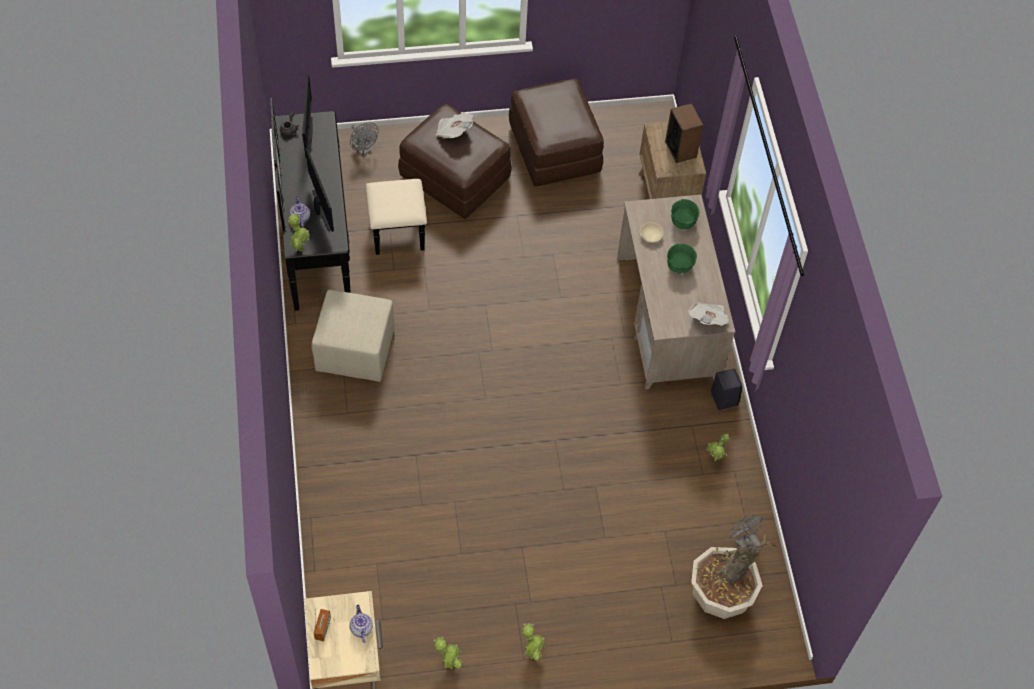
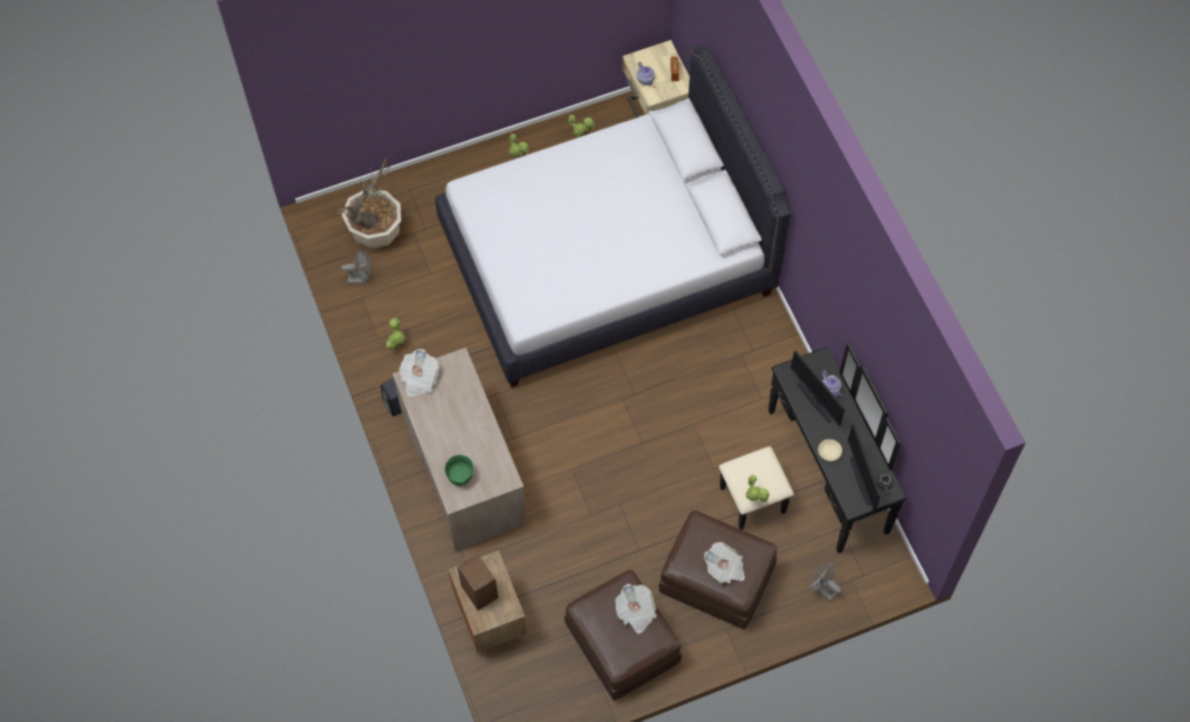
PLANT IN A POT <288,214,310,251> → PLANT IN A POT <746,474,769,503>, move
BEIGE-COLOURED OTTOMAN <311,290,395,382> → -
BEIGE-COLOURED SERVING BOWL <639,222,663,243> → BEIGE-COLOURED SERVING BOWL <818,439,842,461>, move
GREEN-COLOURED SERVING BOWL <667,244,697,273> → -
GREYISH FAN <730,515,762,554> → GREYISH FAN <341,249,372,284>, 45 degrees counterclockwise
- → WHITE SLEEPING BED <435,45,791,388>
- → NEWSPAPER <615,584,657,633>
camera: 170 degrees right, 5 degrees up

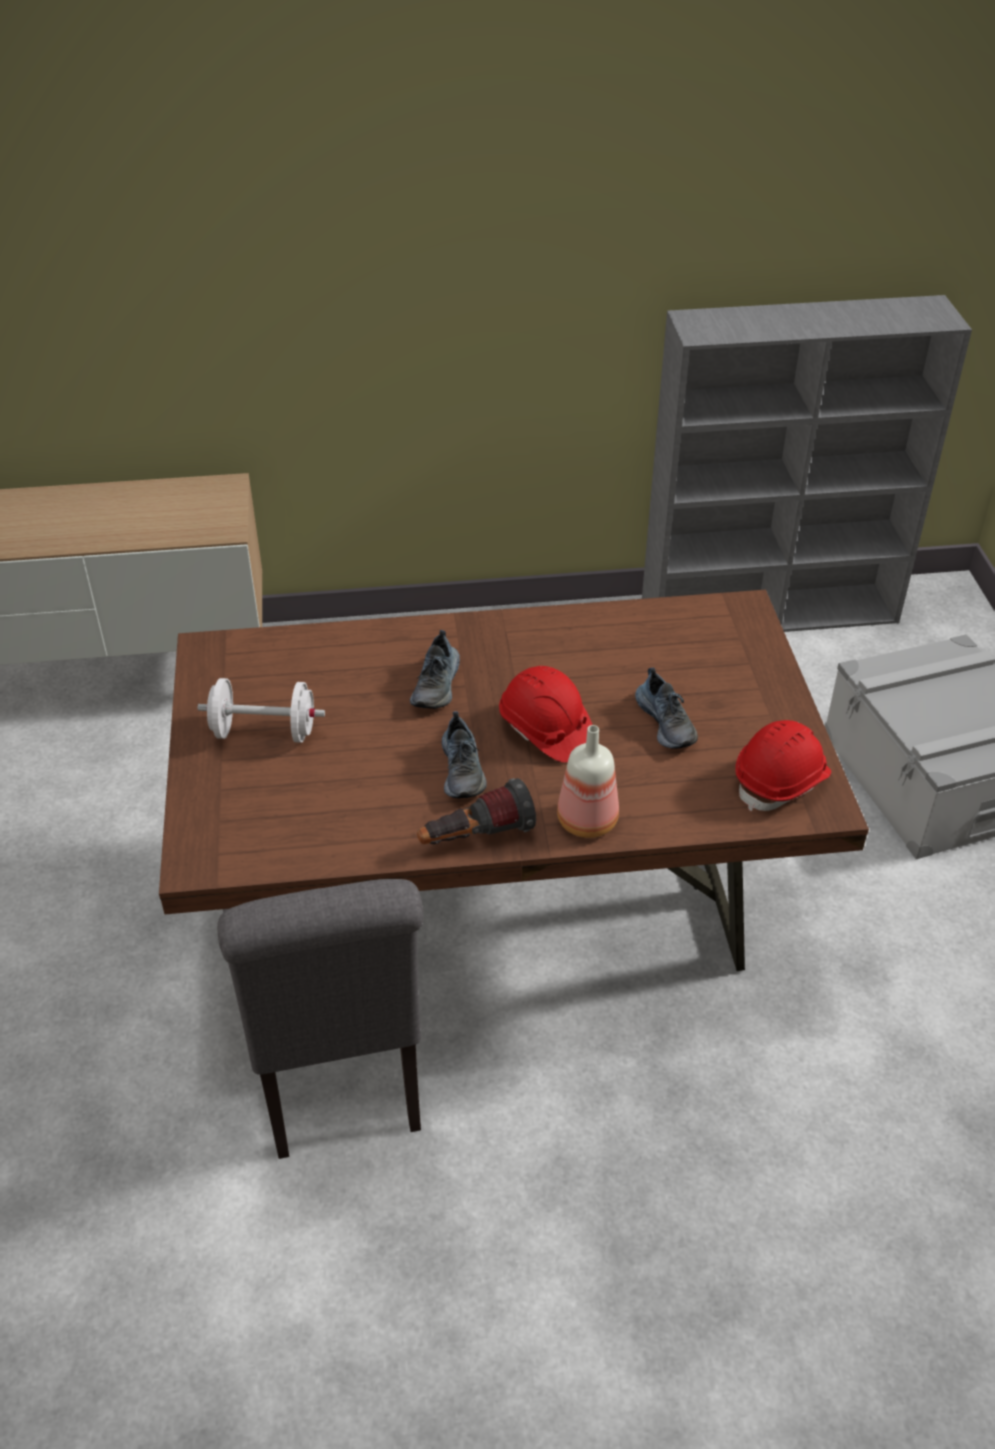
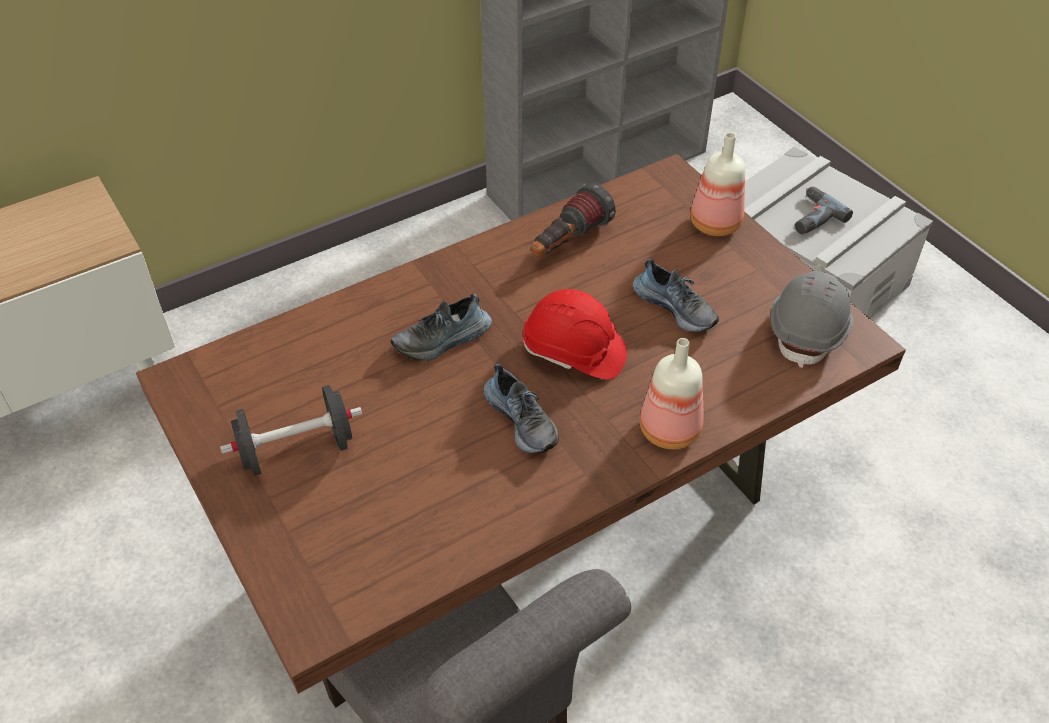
WHITE HAND WEIGHT <197,678,325,743> → BLACK-COLOURED HAND WEIGHT <220,385,362,476>
SHOE <410,630,460,709> → SHOE <391,293,492,361>, 75 degrees clockwise
HAND TORCH <417,778,536,844> → HAND TORCH <531,182,616,256>, move
REDDISH WORK HELMET <735,720,831,811> → GREYISH WORK HELMET <771,271,853,368>
- → BOTTLE <690,133,745,236>
- → ELECTRIC DRILL <795,186,853,235>
camera: 25 degrees left, 5 degrees up

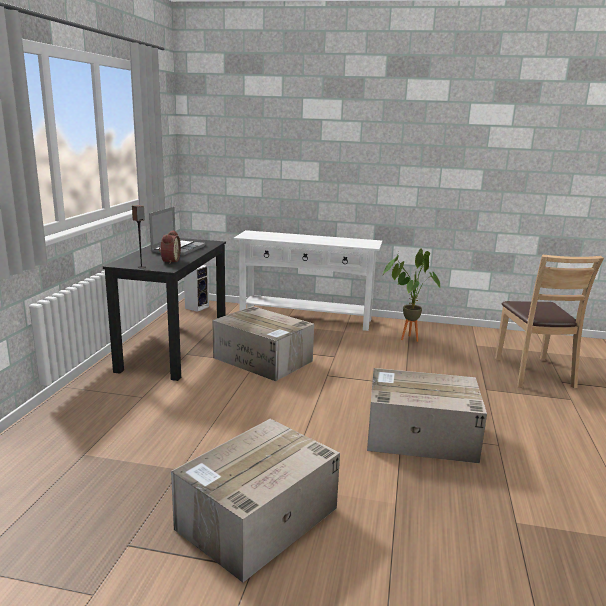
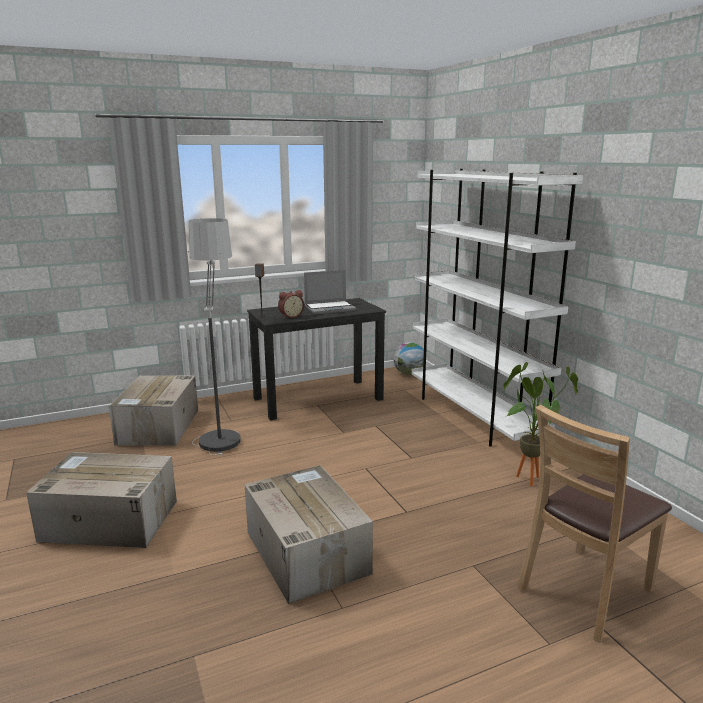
AUDIO SPEAKER <184,265,209,312> → DESK GLOBE <393,342,424,375>
PACKING BOX <212,306,314,381> → PACKING BOX <109,375,198,446>, move
WHITE CONSOLE TABLE <233,230,382,331> → WHITE SHELVING UNIT <411,169,583,447>
- → STANDING LAMP <188,218,241,455>
camera: 55 degrees right, 0 degrees up

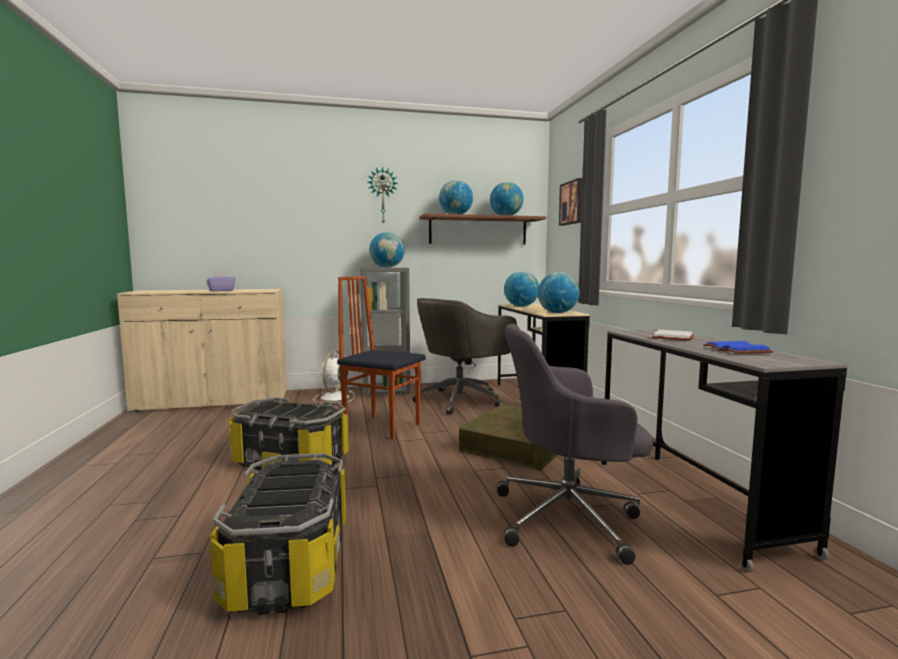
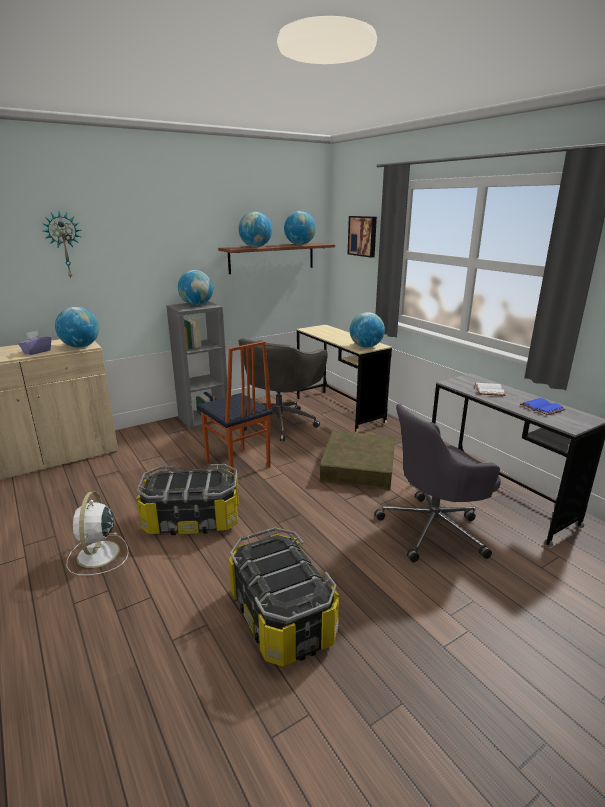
WHITE FAN <313,350,354,403> → WHITE FAN <67,491,129,576>, move
CHAIR <337,276,426,439> → CHAIR <196,341,273,473>, 135 degrees counterclockwise
HANGING CLOCK <367,166,398,225> → HANGING CLOCK <42,211,81,278>, move
DESK GLOBE <504,271,539,307> → DESK GLOBE <55,307,99,348>, move
camera: 20 degrees left, 15 degrees up

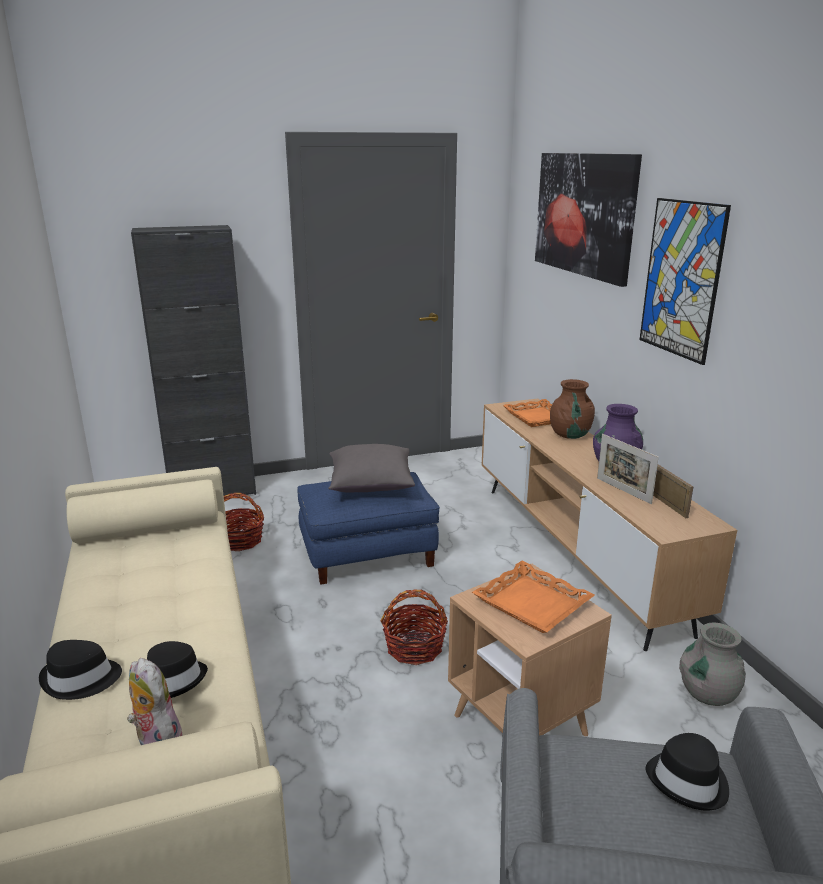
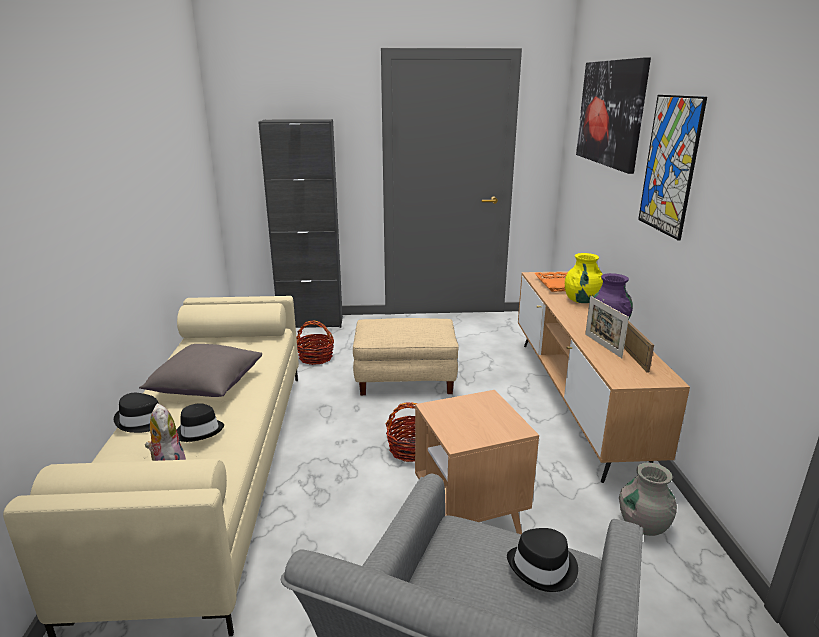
BLUISH OTTOMAN <297,472,440,585> → BEIGE-COLOURED OTTOMAN <353,318,459,395>
GREYISH PILLOW <328,444,415,493> → GREYISH PILLOW <139,344,262,397>, move
ORANGEY CARRYING TRAY <472,561,595,633> → -
BROWN-COLOURED FLOWER VASE <550,379,595,439> → YELLOWISH FLOWER VASE <565,253,603,303>
camera: 15 degrees right, 0 degrees up

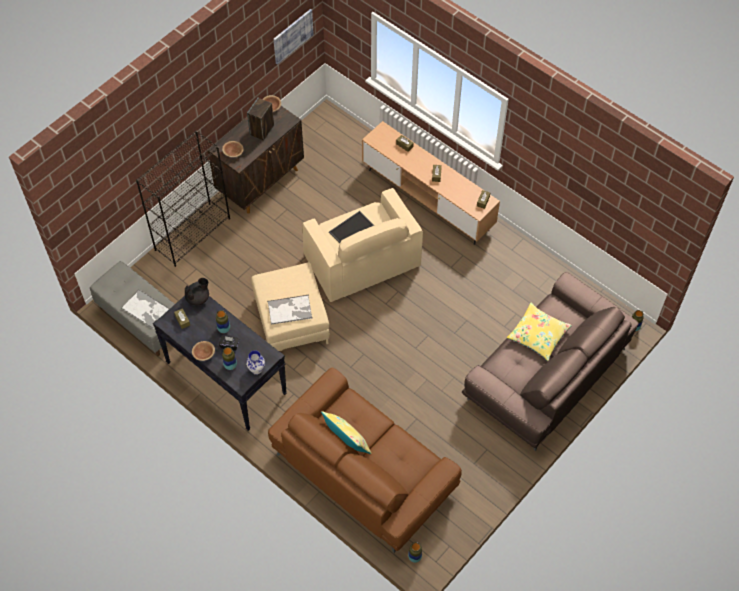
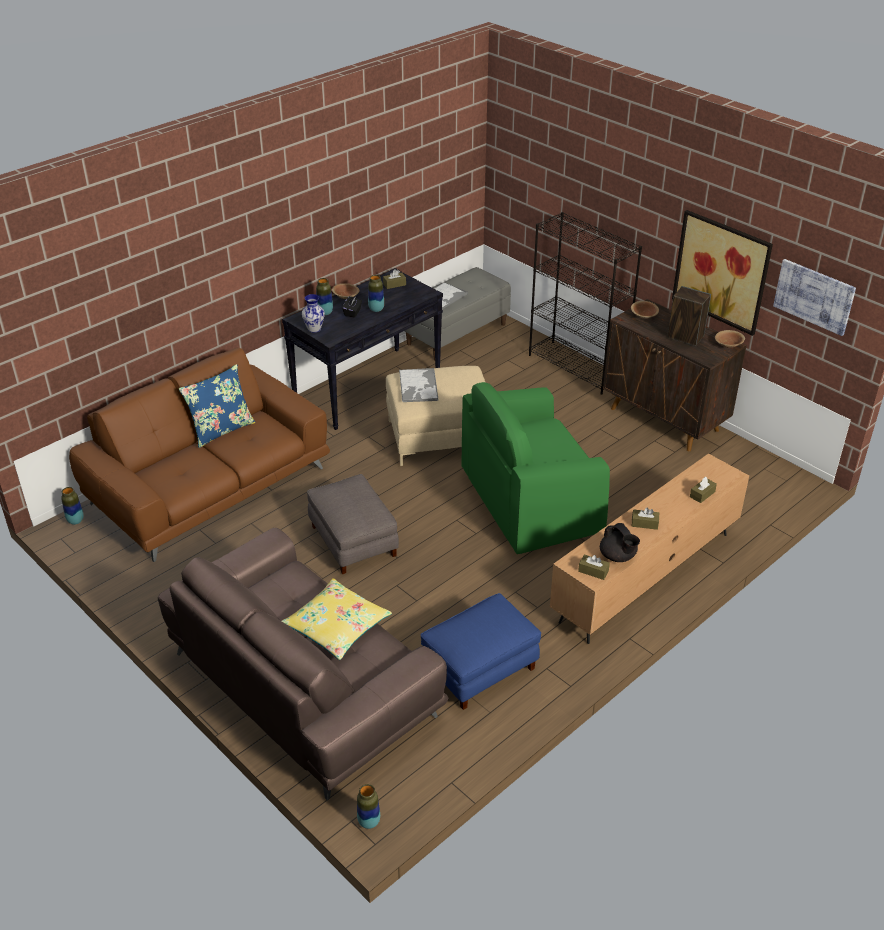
BLACK-COLOURED TEAPOT <185,278,209,305> → BLACK-COLOURED TEAPOT <600,523,640,562>, move
BEIGE-COLOURED LOUNGE CHAIR <302,188,423,302> → GREEN-COLOURED LOUNGE CHAIR <462,382,610,554>
YELLOWISH PILLOW <321,411,372,454> → BLUISH PILLOW <179,364,255,448>
CARRYING TRAY <329,211,374,243> → -
- → GREYISH OTTOMAN <307,474,399,574>
- → BLUISH OTTOMAN <420,593,541,710>
- → WALL PICTURE <672,210,773,336>
camera: 95 degrees right, 20 degrees down

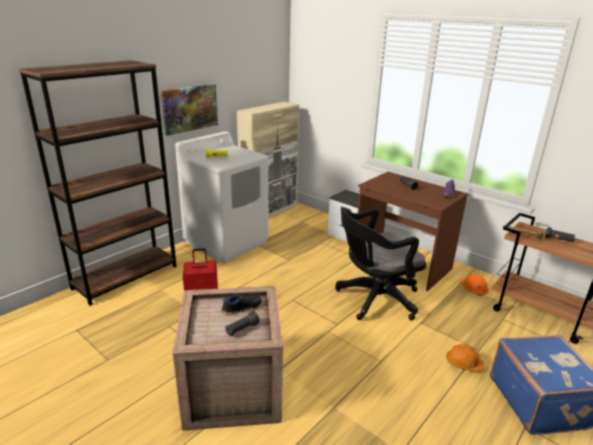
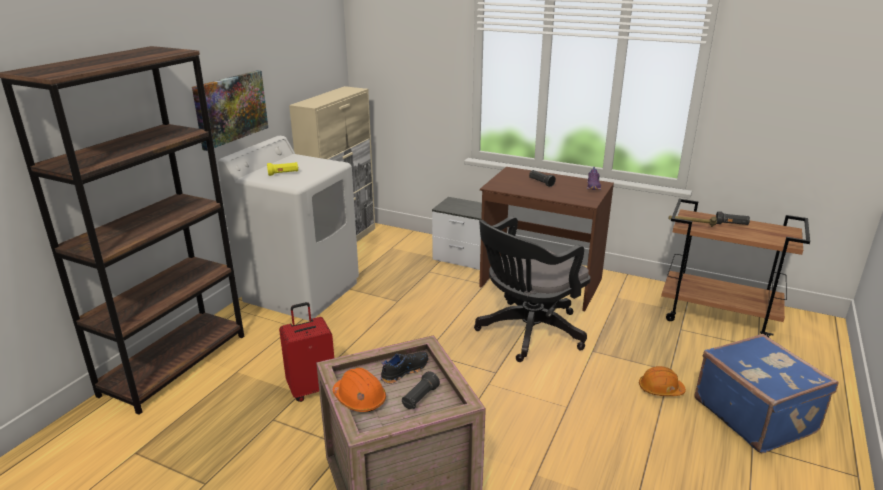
ORANGEY WORK HELMET <460,274,489,296> → ORANGEY WORK HELMET <333,368,386,412>, move
camera: 15 degrees left, 0 degrees up

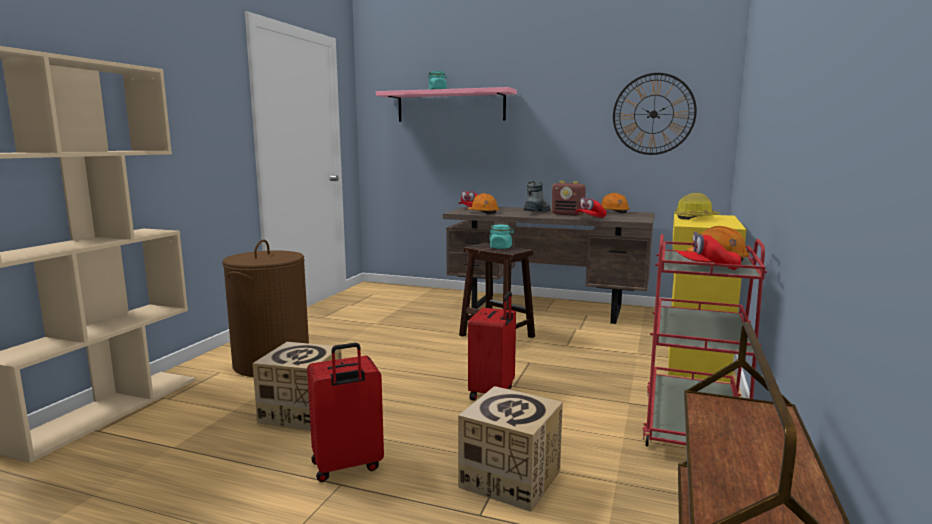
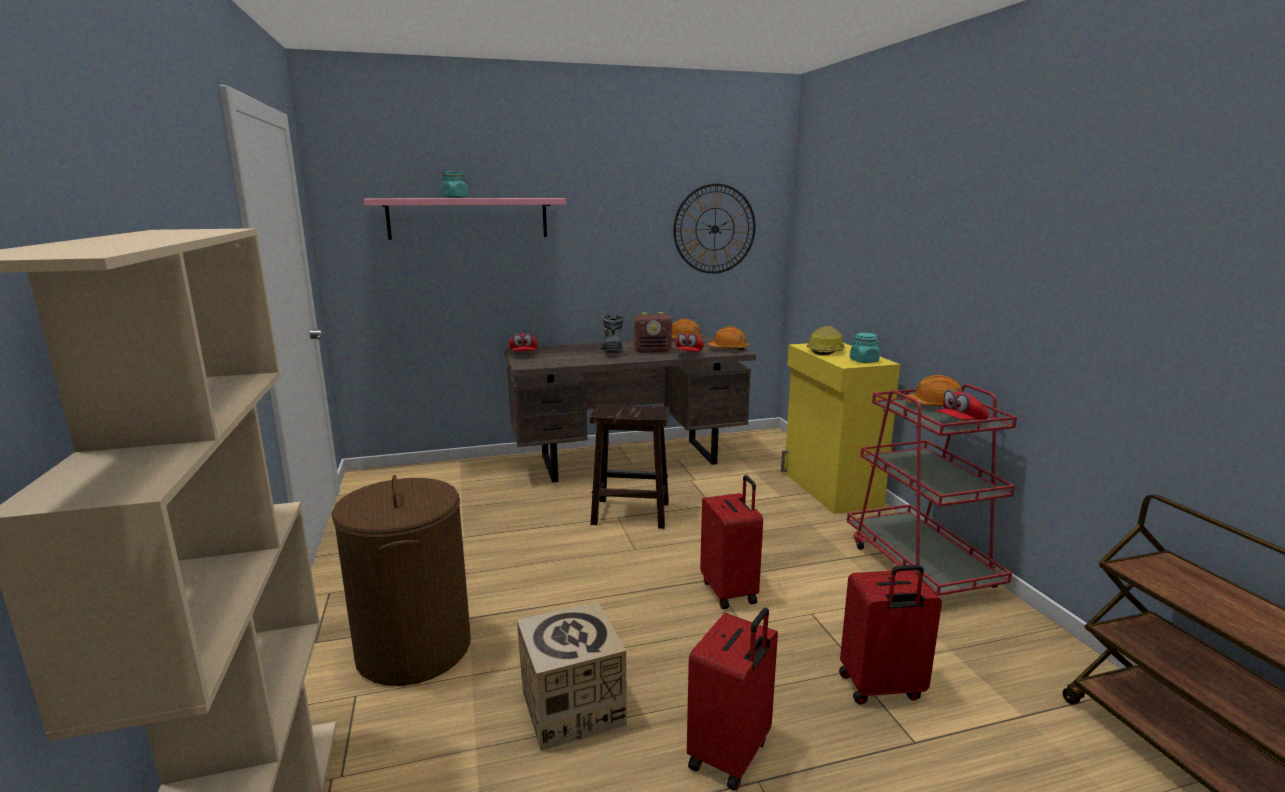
PACKING BOX <458,386,563,512> → REDDISH PIECE OF LUGGAGE <839,565,942,705>
ORANGEY WORK HELMET <468,193,499,214> → ORANGEY WORK HELMET <707,326,748,351>, move
TURQUOISE JAR <489,225,514,249> → TURQUOISE JAR <850,333,881,363>, move
camera: 35 degrees left, 5 degrees up

